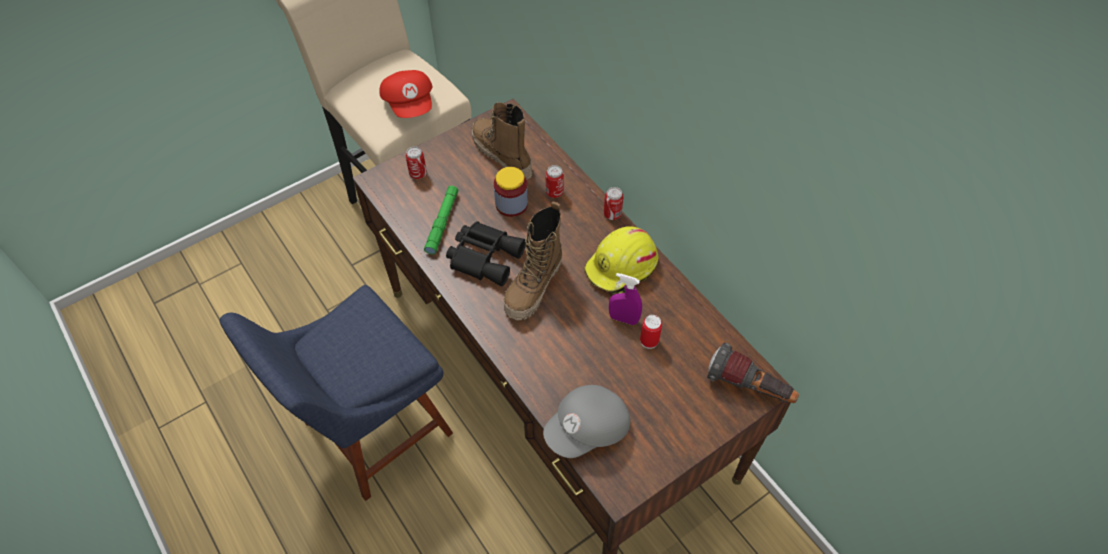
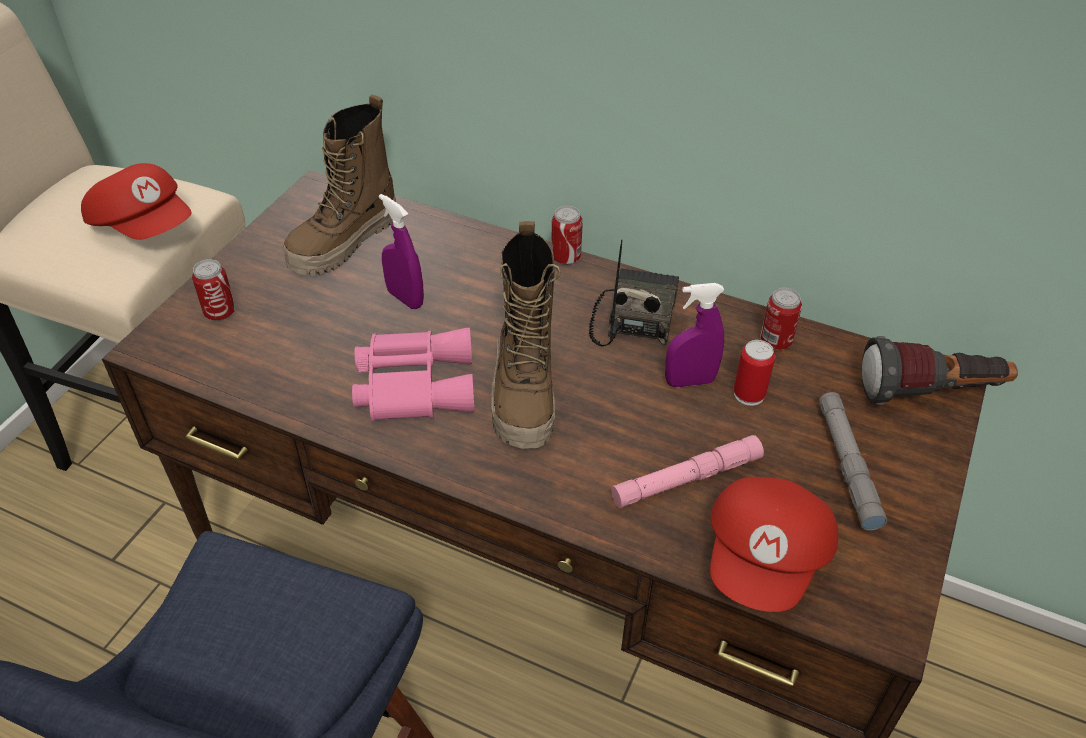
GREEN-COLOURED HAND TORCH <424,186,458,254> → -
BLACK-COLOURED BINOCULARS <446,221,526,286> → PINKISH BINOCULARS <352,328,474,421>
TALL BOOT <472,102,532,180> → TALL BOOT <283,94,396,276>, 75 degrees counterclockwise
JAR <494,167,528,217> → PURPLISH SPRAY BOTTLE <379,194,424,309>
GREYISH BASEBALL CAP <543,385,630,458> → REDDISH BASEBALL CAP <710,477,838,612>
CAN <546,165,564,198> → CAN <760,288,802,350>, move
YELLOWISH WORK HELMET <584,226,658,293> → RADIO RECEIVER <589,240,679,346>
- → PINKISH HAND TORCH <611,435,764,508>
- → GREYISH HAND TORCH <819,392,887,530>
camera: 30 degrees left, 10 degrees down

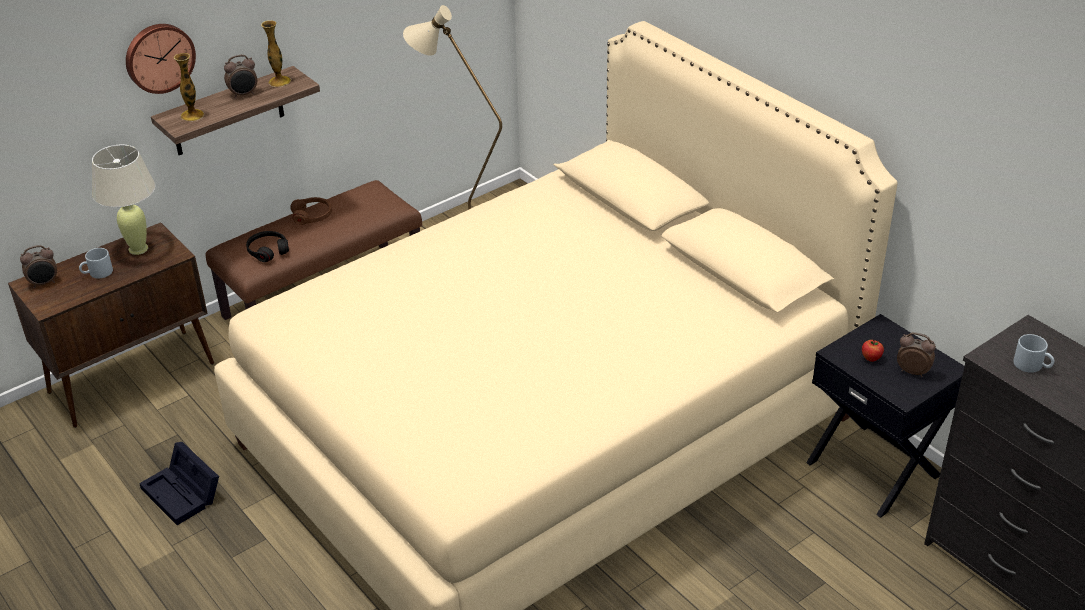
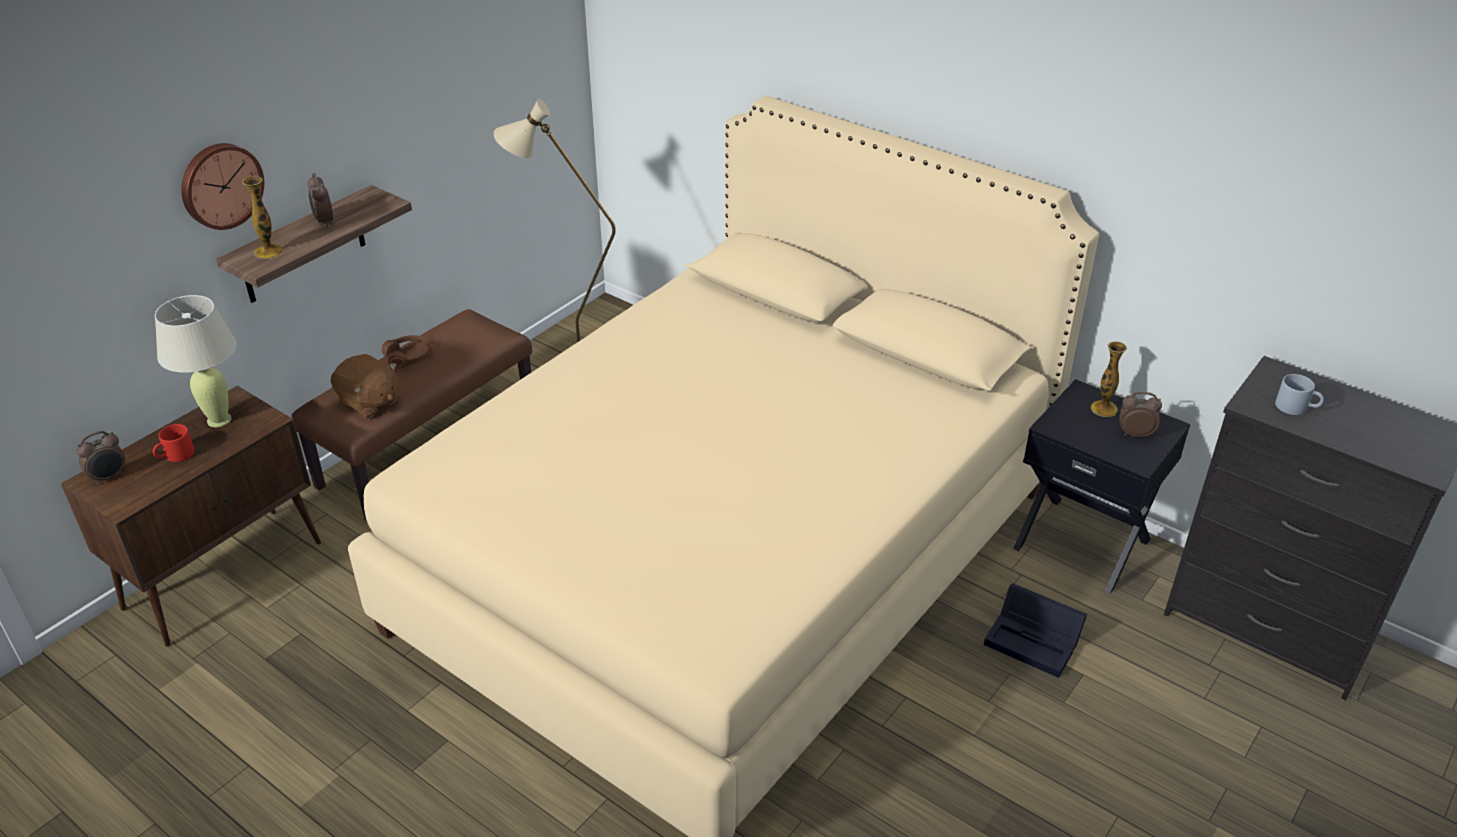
GREYISH TEA MUG <79,248,113,279> → REDDISH TEA MUG <153,424,195,462>
BLACK-COLOURED STORAGE BIN <139,442,219,525> → BLACK-COLOURED STORAGE BIN <984,583,1087,678>, move
BEDSIDE CLOCK <224,55,257,98> → BEDSIDE CLOCK <308,173,333,228>, 105 degrees clockwise
BLACK-COLOURED HEADPHONES <246,231,289,262> → BROWN-COLOURED SOFT TOY <331,354,399,419>
FLOWER VASE <261,20,291,87> → FLOWER VASE <1091,341,1127,417>, move
WHOLE APPLE <862,340,884,362> → -
camera: 15 degrees left, 0 degrees up

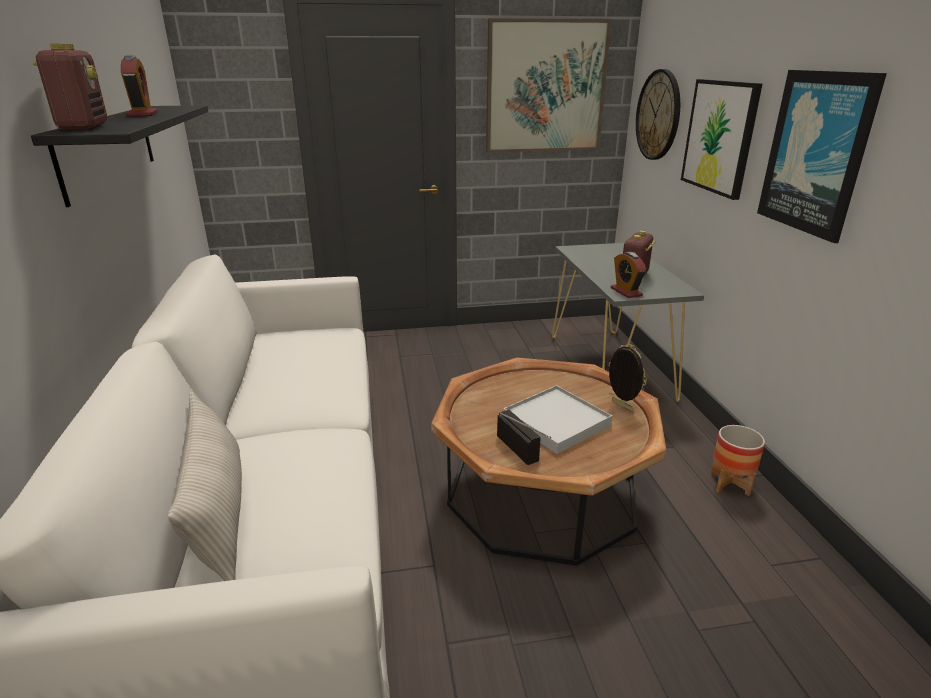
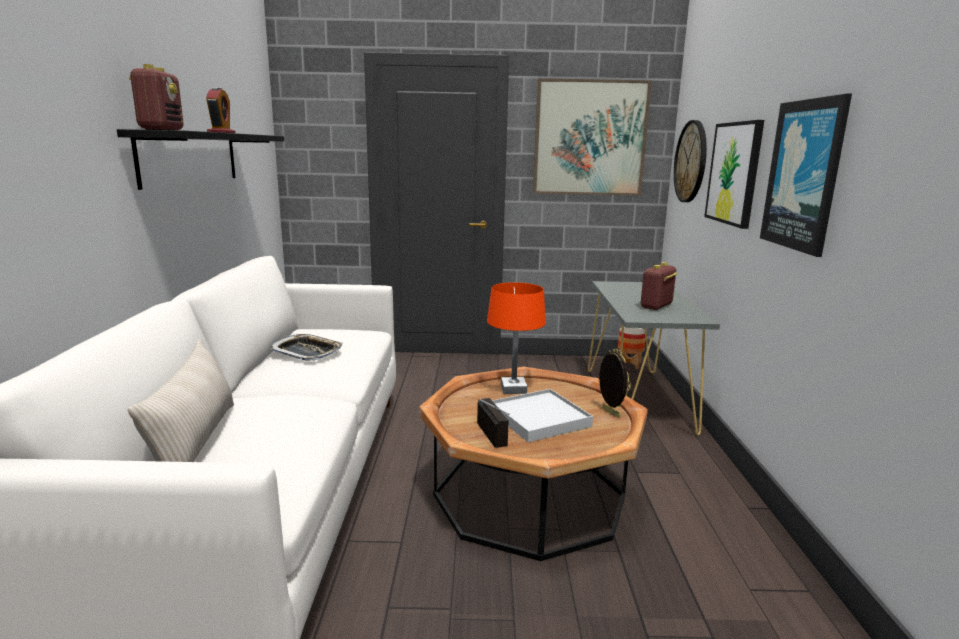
BEDSIDE CLOCK <611,252,647,298> → -
PLANTER <711,425,765,496> → PLANTER <618,327,645,369>, move
- → CARRYING TRAY <269,334,343,361>
- → ORANGEY TABLE LAMP <487,282,546,394>
camera: 10 degrees right, 10 degrees down

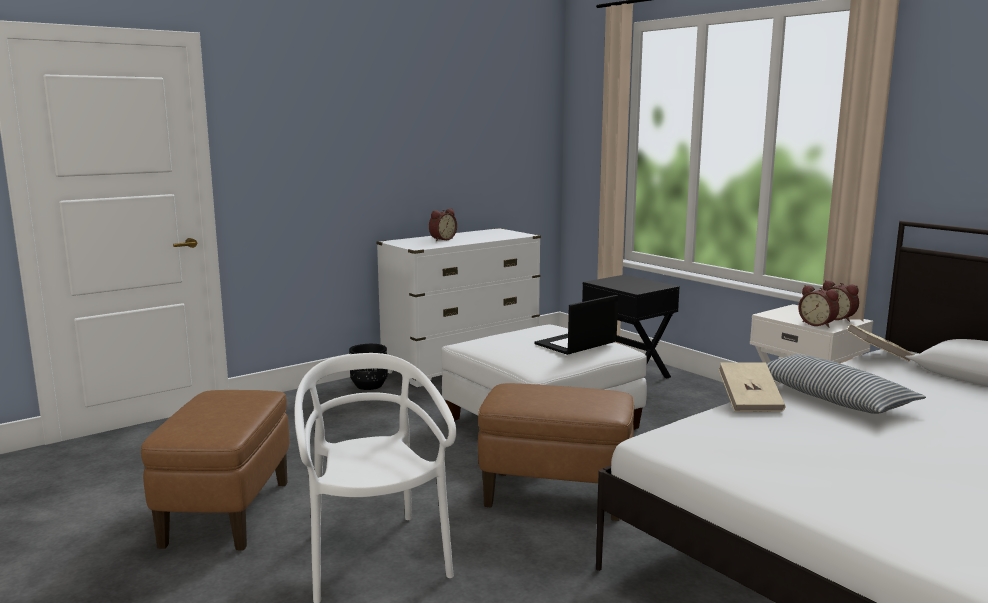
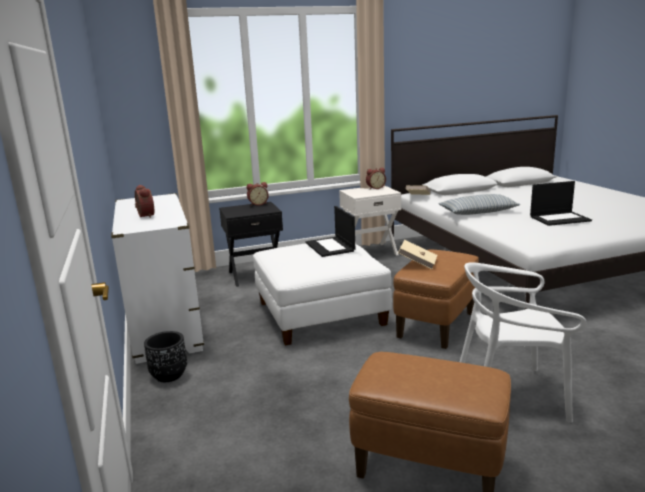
BEIGE-COLOURED VOLUME <718,362,785,412> → BEIGE-COLOURED VOLUME <398,240,437,269>, move
BEDSIDE CLOCK <798,285,839,328> → BEDSIDE CLOCK <247,182,269,206>, move
- → NOTEBOOK COMPUTER <530,181,592,226>
camera: 70 degrees left, 5 degrees up

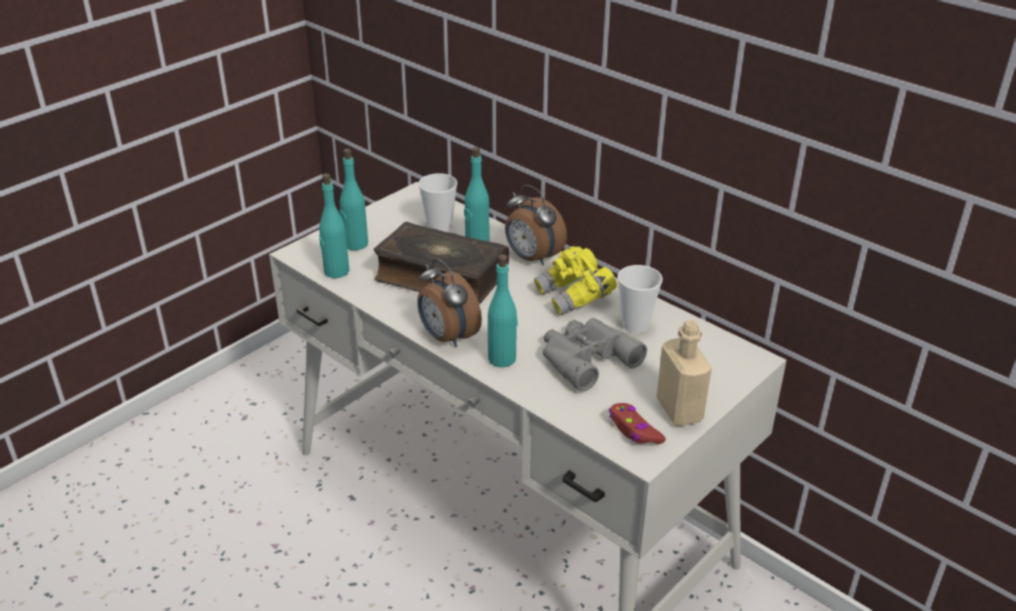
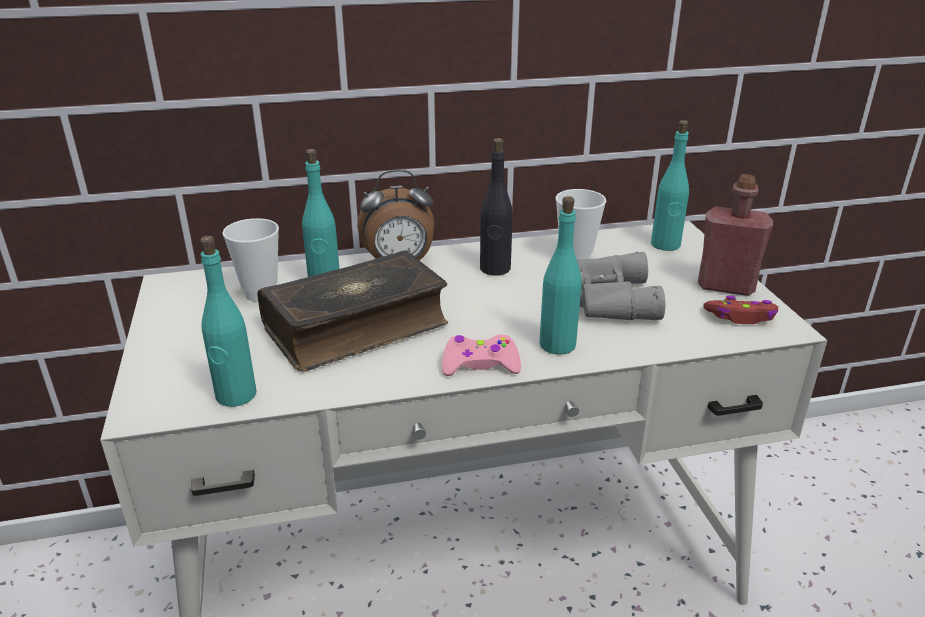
TURQUOISE BOTTLE <339,148,368,250> → TURQUOISE BOTTLE <651,120,689,251>, move
BEDSIDE CLOCK <417,258,482,347> → PINKISH GAMEPAD <442,335,521,376>
YELLOWISH BINOCULARS <534,246,617,315> → BLACK-COLOURED BOTTLE <480,138,513,275>
BEIGE-COLOURED BOTTLE <656,320,712,426> → REDDISH BOTTLE <698,174,773,296>
camera: 55 degrees left, 5 degrees down

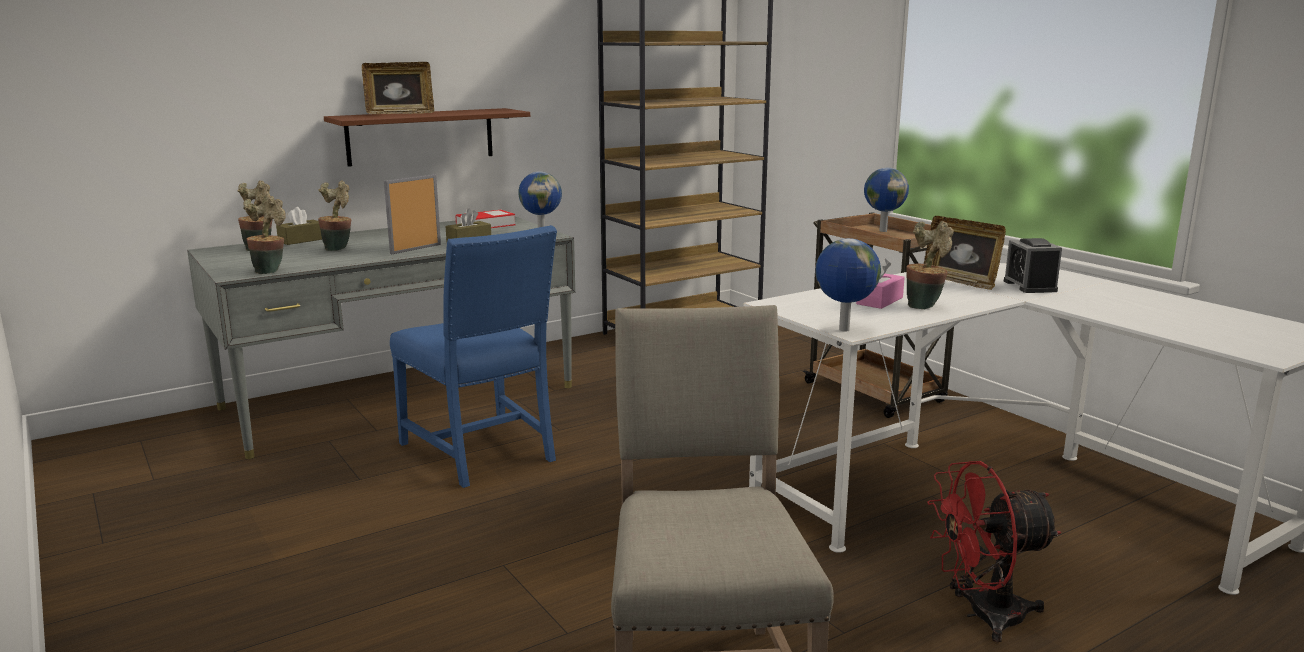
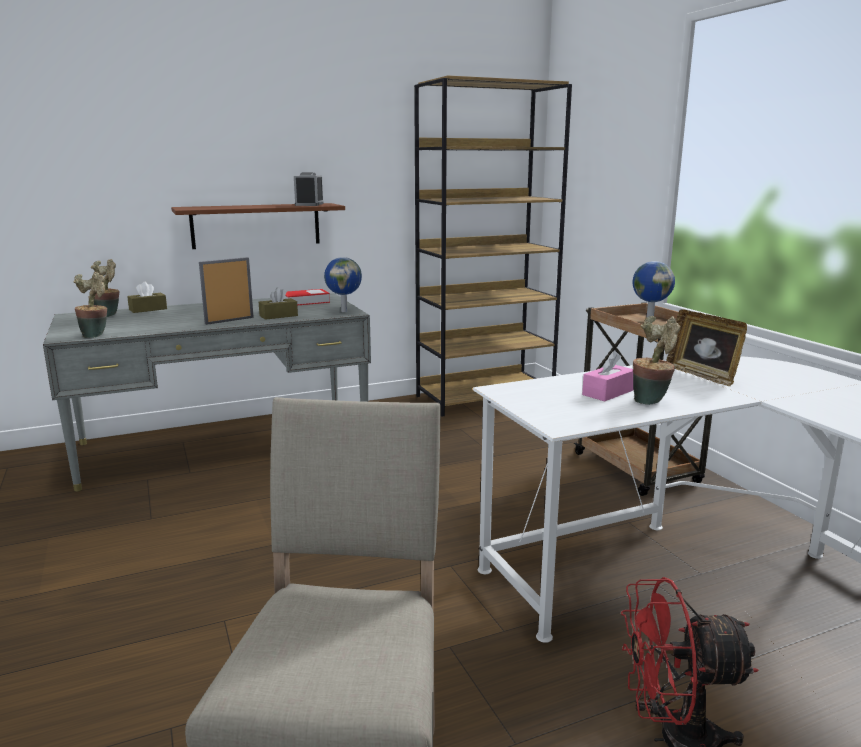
PLANT IN A POT <318,180,351,251> → -
PICTURE FRAME <362,62,434,114> → -
BLUISH CHAIR <390,225,557,488> → -
DESK GLOBE <815,238,881,332> → -
BEDSIDE CLOCK <1004,238,1062,293> → BEDSIDE CLOCK <294,172,324,206>, move
camera: 10 degrees right, 0 degrees up

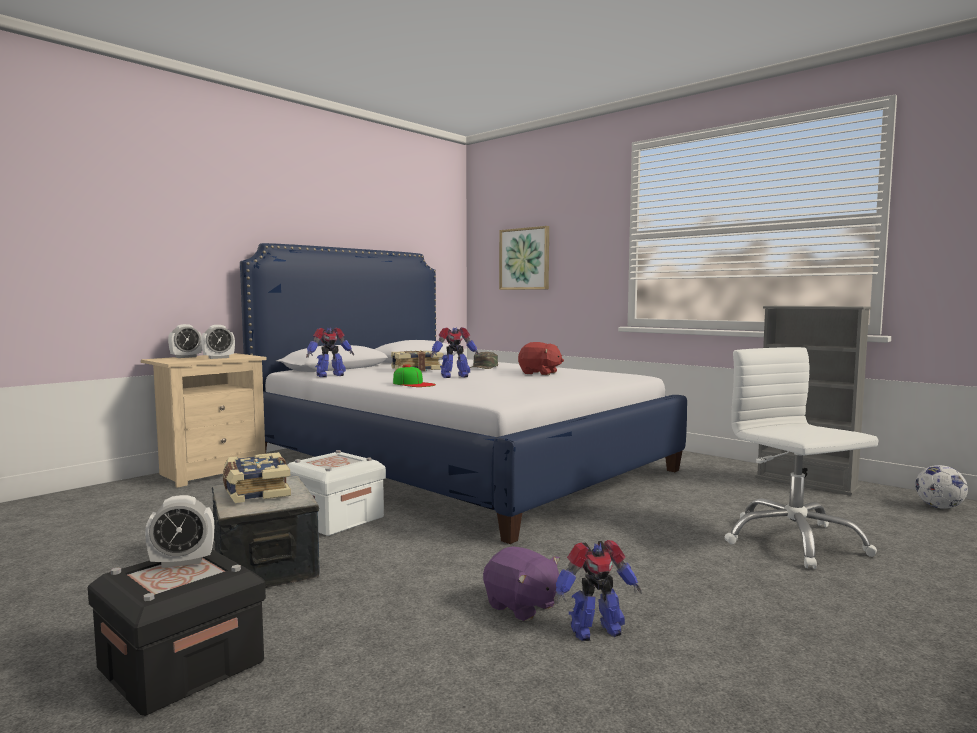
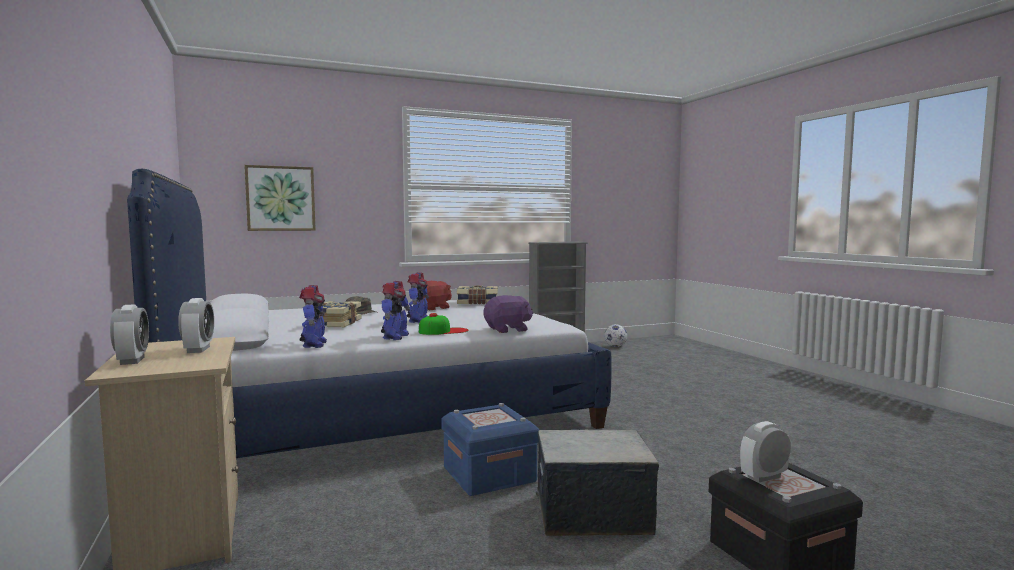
BEDSIDE CLOCK <145,495,214,568> → BEDSIDE CLOCK <740,421,791,482>, 120 degrees counterclockwise
VOLUME <223,452,291,503> → VOLUME <457,285,498,305>, move
WHITE STORAGE BIN <287,450,386,536> → BLUISH STORAGE BIN <441,403,539,496>
PURPLISH SOFT TOY <483,546,560,621> → PURPLISH SOFT TOY <484,295,533,333>, move
ROBOT FIGURE <554,540,642,641> → ROBOT FIGURE <381,281,410,340>, move
WHITE OFFICE CHAIR <725,347,879,569> → -
camera: 65 degrees left, 0 degrees up

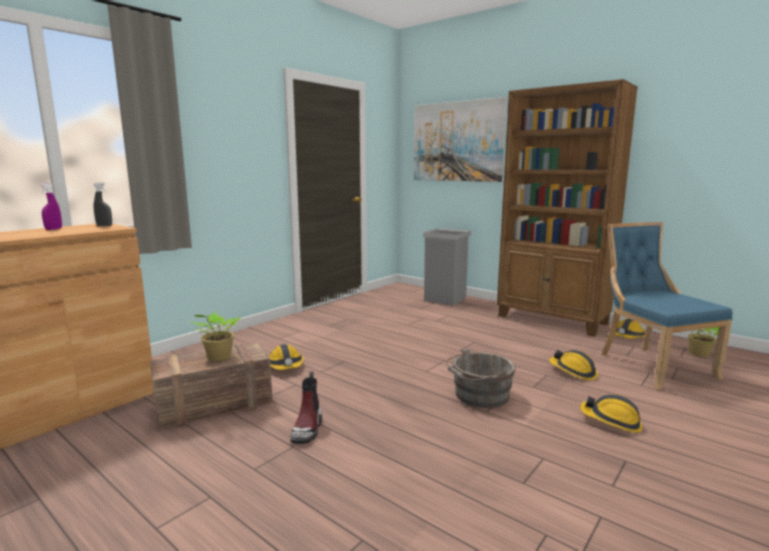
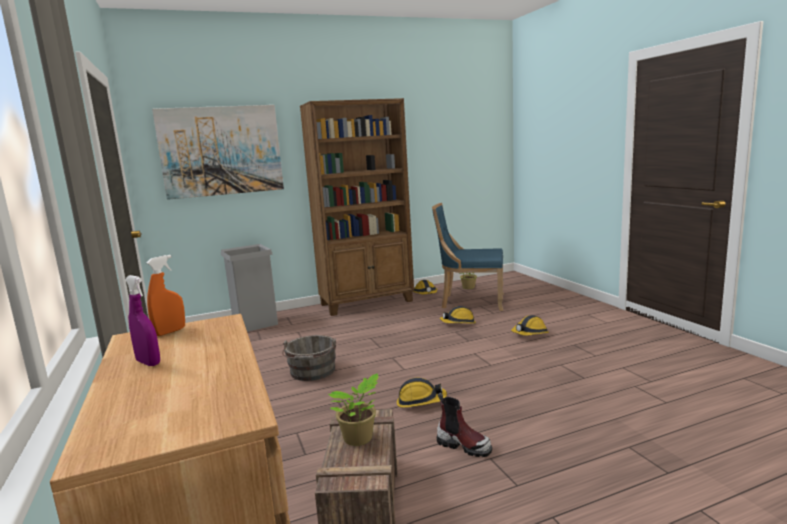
GREYISH SPRAY BOTTLE <93,182,112,226> → ORANGEY SPRAY BOTTLE <146,255,185,336>
WORK HELMET <269,344,304,370> → WORK HELMET <397,377,447,408>, move
GREYISH BUCKET <446,348,515,408> → GREYISH BUCKET <282,335,336,381>, move
camera: 60 degrees left, 0 degrees up

